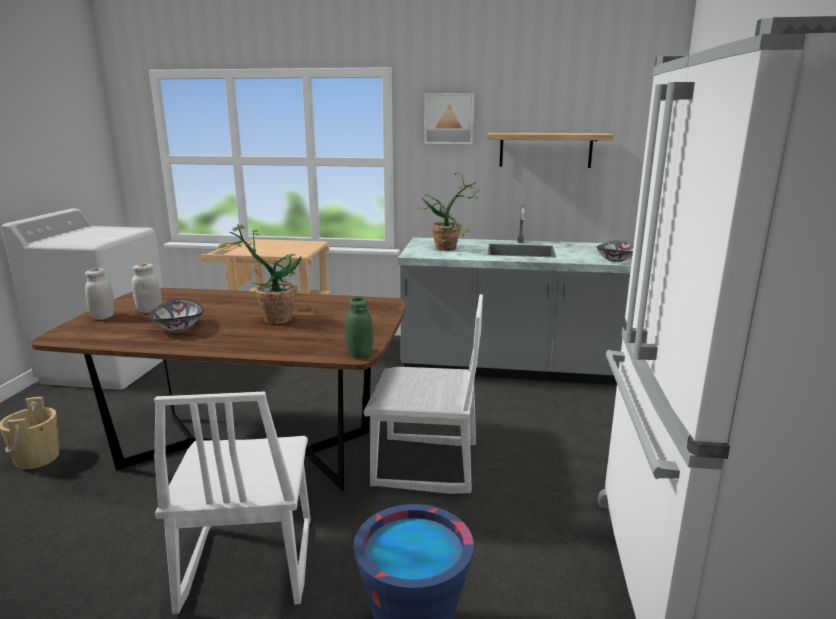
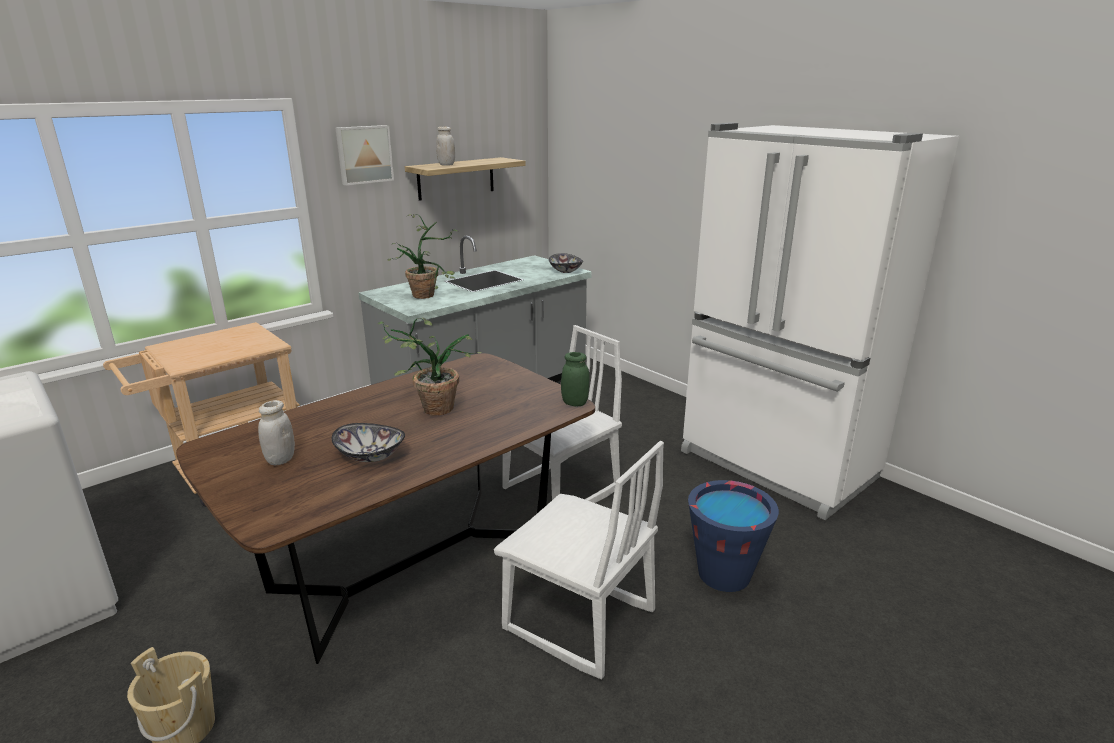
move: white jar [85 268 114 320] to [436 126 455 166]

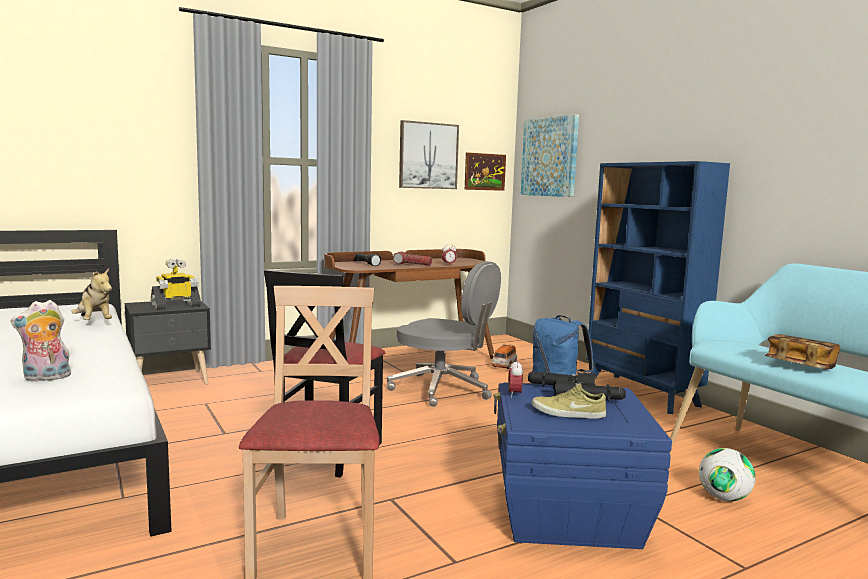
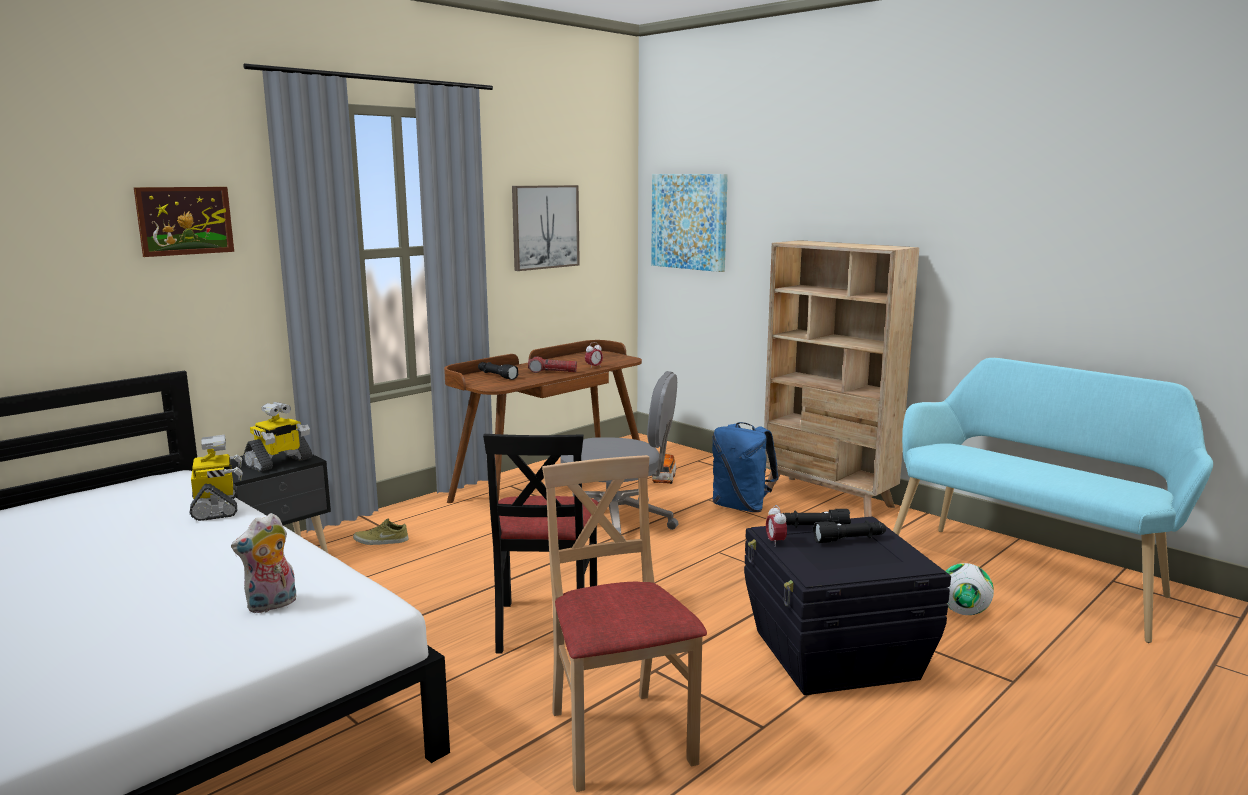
delete: book [765 334 840 369]
move: picture [465 152 506 191] to [134 187 234 257]; beige shoe [532 383 606 419] to [353 519 409 545]
replace: plush toy [71 268 112 320] to toy robot [189 435 242 521]
recolor: blue storage box [494 382 672 549] to black storage box [744 516 951 695]; blue bookcase [587 161 730 414] to beige bookcase [764 240 919 517]

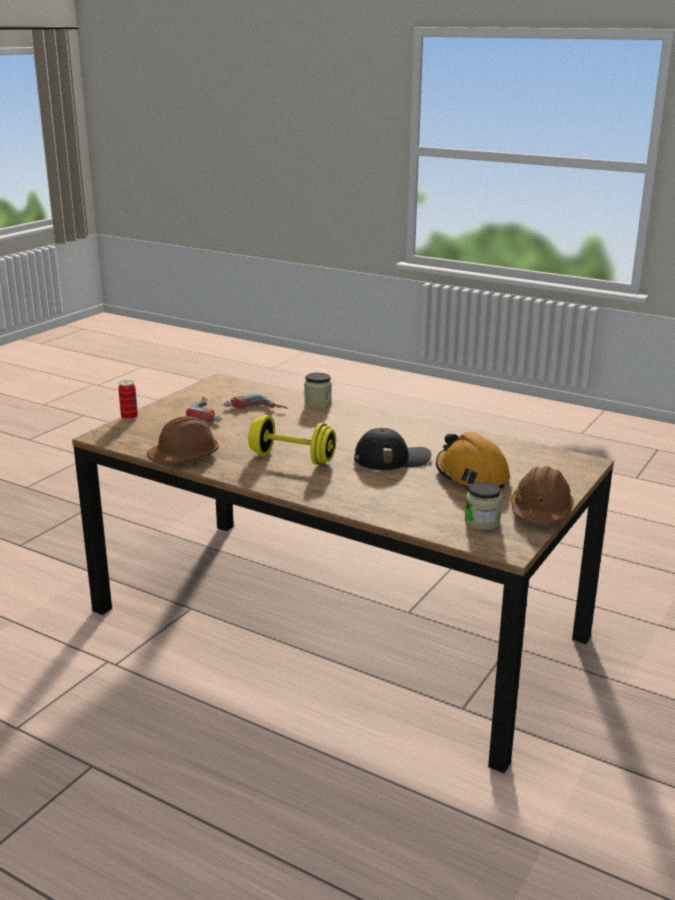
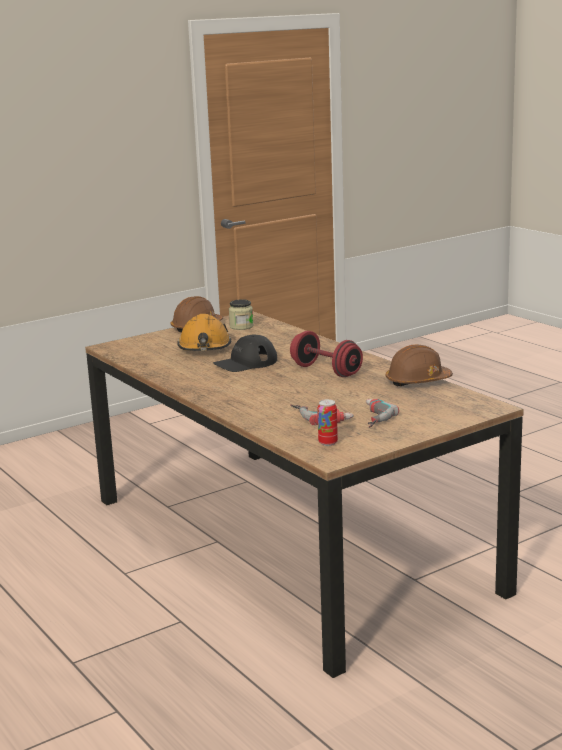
delete: jar [304 373 332 408]
move: can [118 380 138 420] to [317 399 338 446]
recolor: yellow dumbbell [248 415 336 465] to red dumbbell [290 331 363 377]
rotate: black cap [354 428 431 470] = [213 335 277 372] 45 degrees counterclockwise

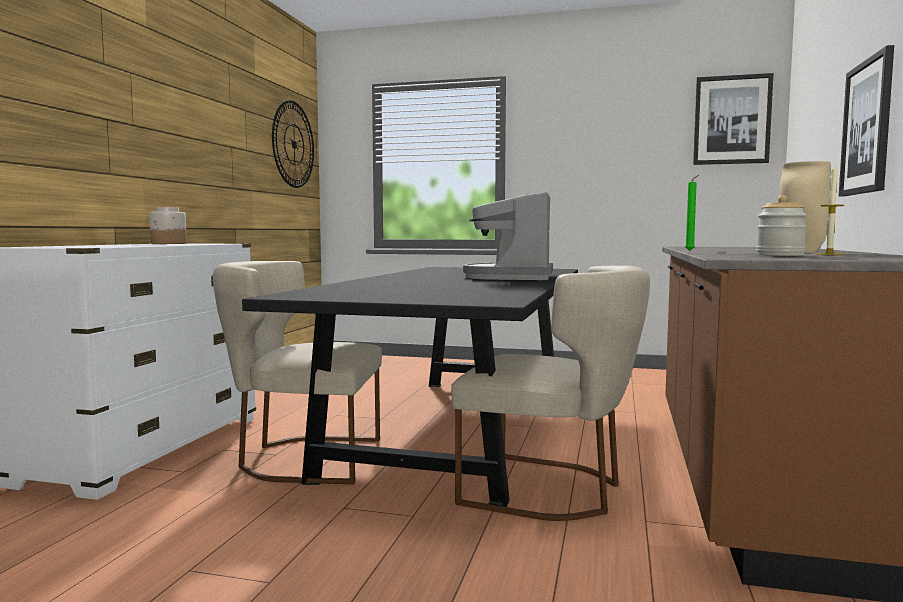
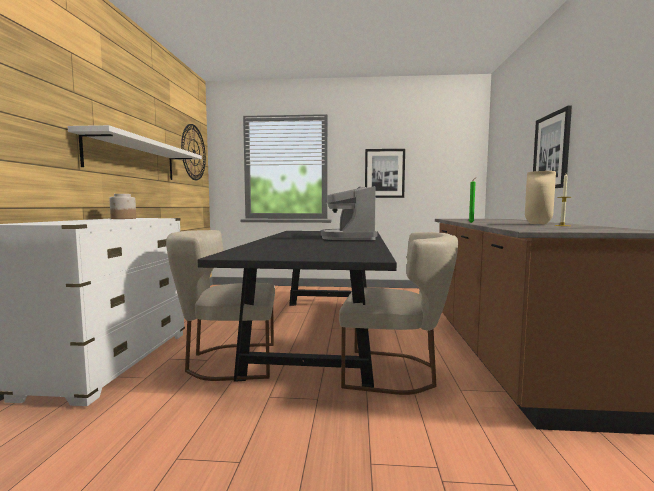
delete: jar [756 195 807 256]
insert: white shelf [68 125 202 180]
move: picture [693 73 774 165] to [365 149 405 198]

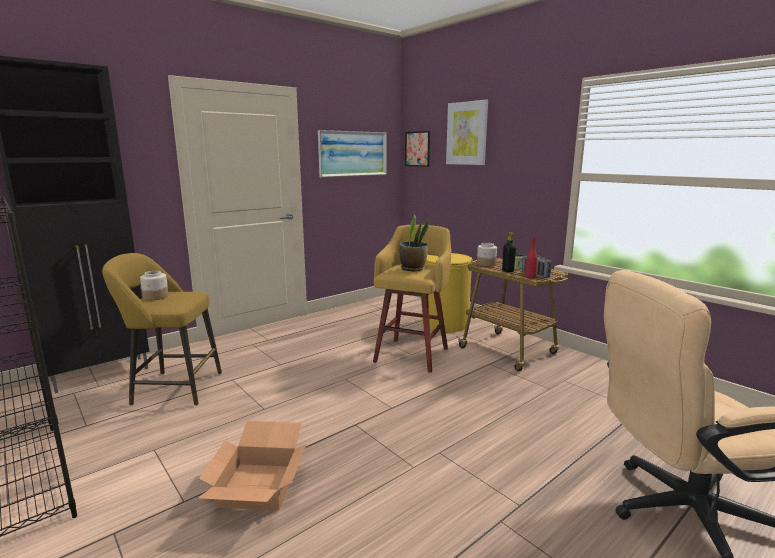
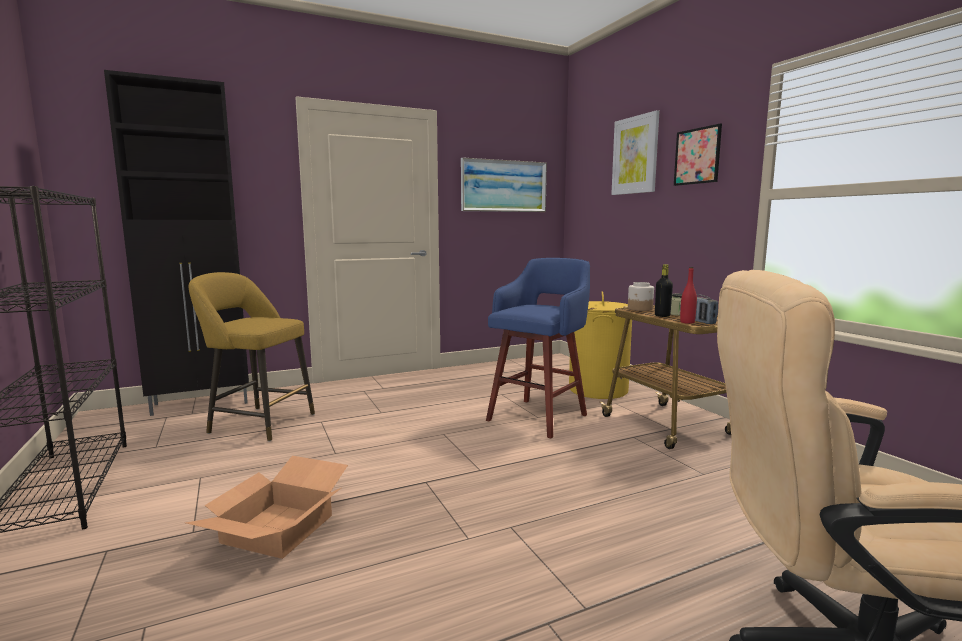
delete: jar [140 271 169 300]; potted plant [399 214 429 271]
move: picture [405 131 430 167] to [674 124 722 186]
recolor: yellow stool [373 225 451 373] to blue stool [486 258 590 438]

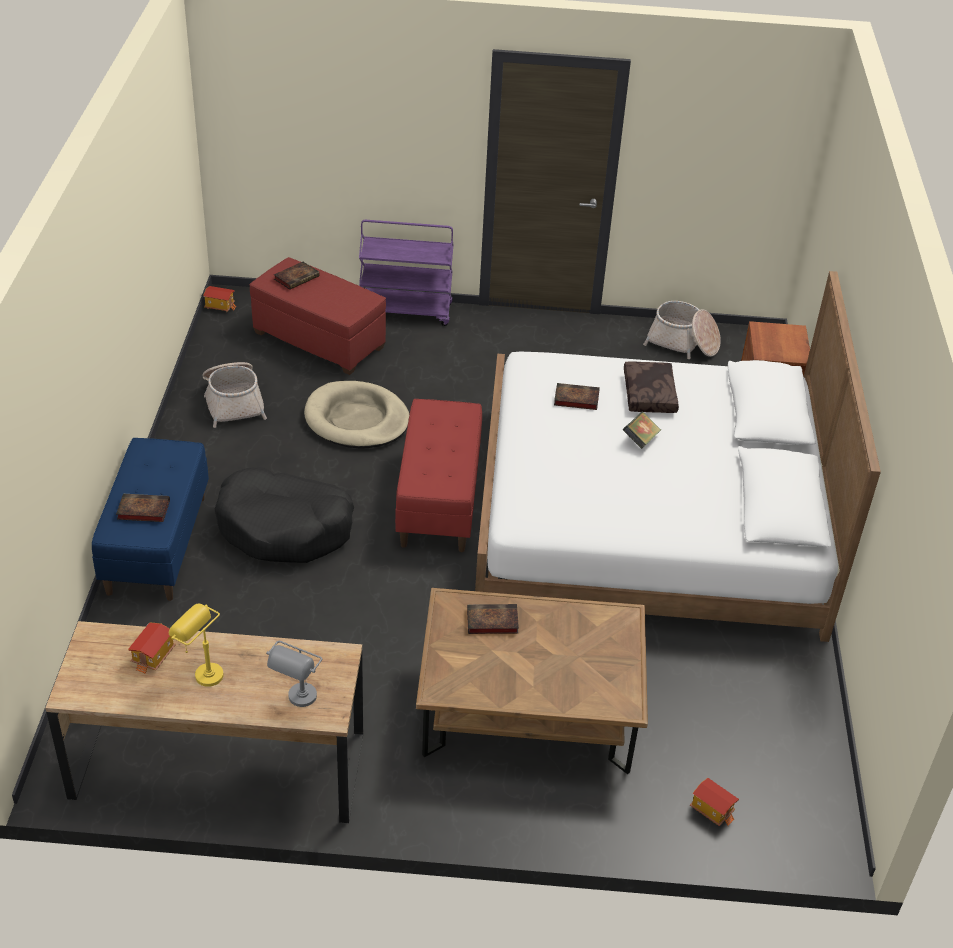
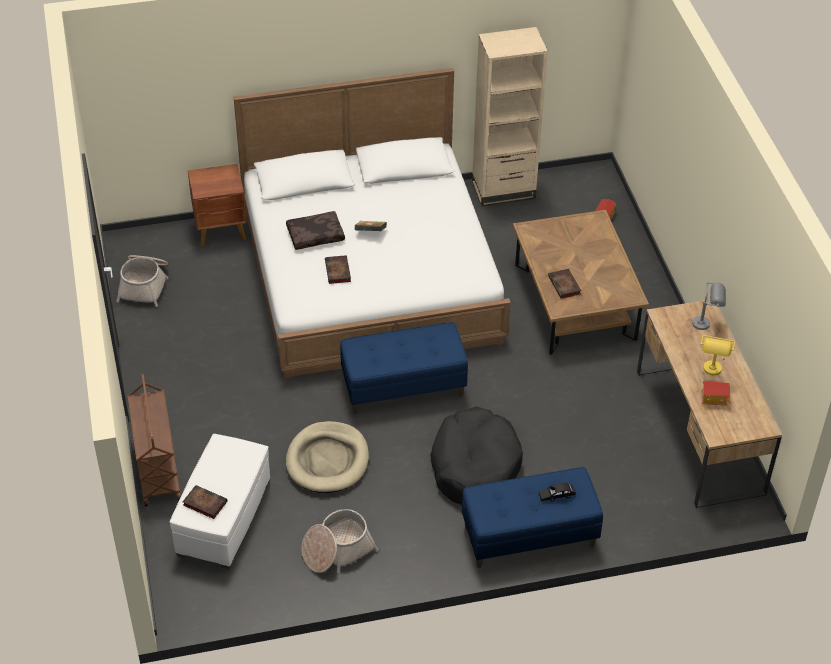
delete: toy house [203 286 237 312]
insert: beige bookcase [472 27 548 207]
replace: book [116 494 170 522] to black toy car [538 482 576 501]
recolor: purple cart [359 220 454 326] to brown cart [128 374 181 507]; red ottoman [249 257 386 375] to white ottoman [170 434 270 569]; red bench [395 399 482 552] to blue bench [340 322 468 414]

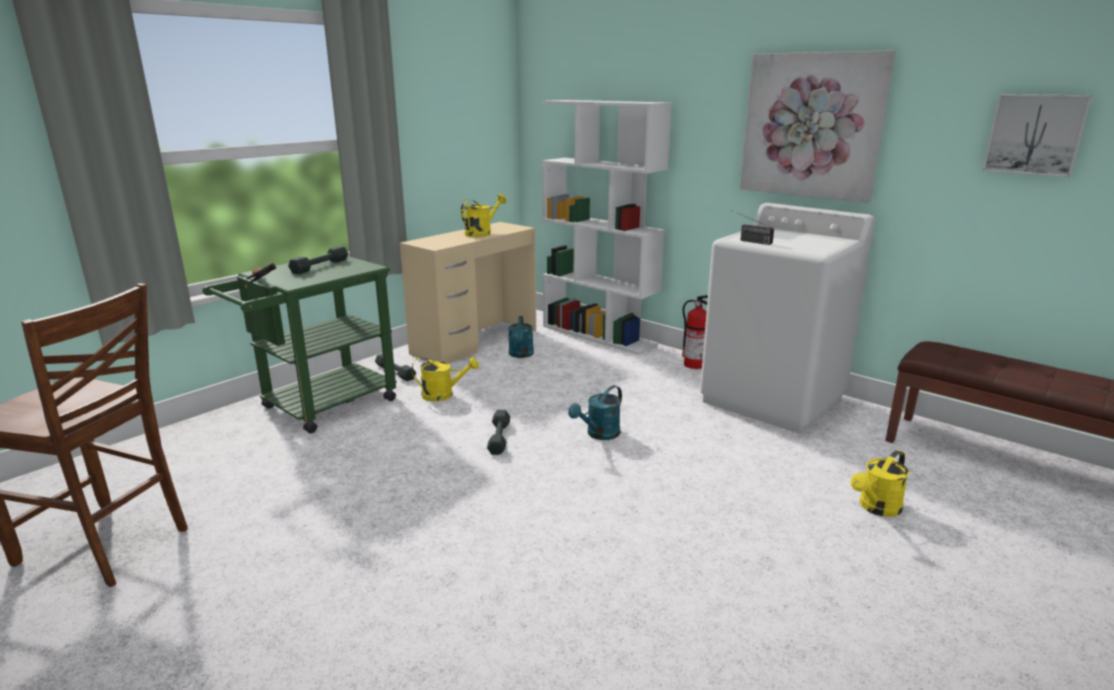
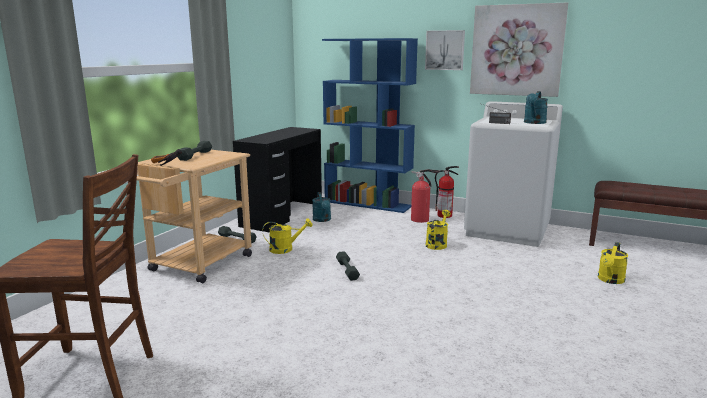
insert: fire extinguisher [411 169 440 223]
move: picture [983 94 1092 177] to [425 30 465 70]; yellow watering can [461 194 507 237] to [426 210 451 250]; turquoise watering can [568 385 622 440] to [524 91 548 124]
recolor: green cart [202 256 397 434] to beige cart [137 150 252 283]; beige desk [400 222 536 364] to black desk [233 127 322 232]; white bookcase [542 100 672 355] to blue bookcase [322 38 418 213]

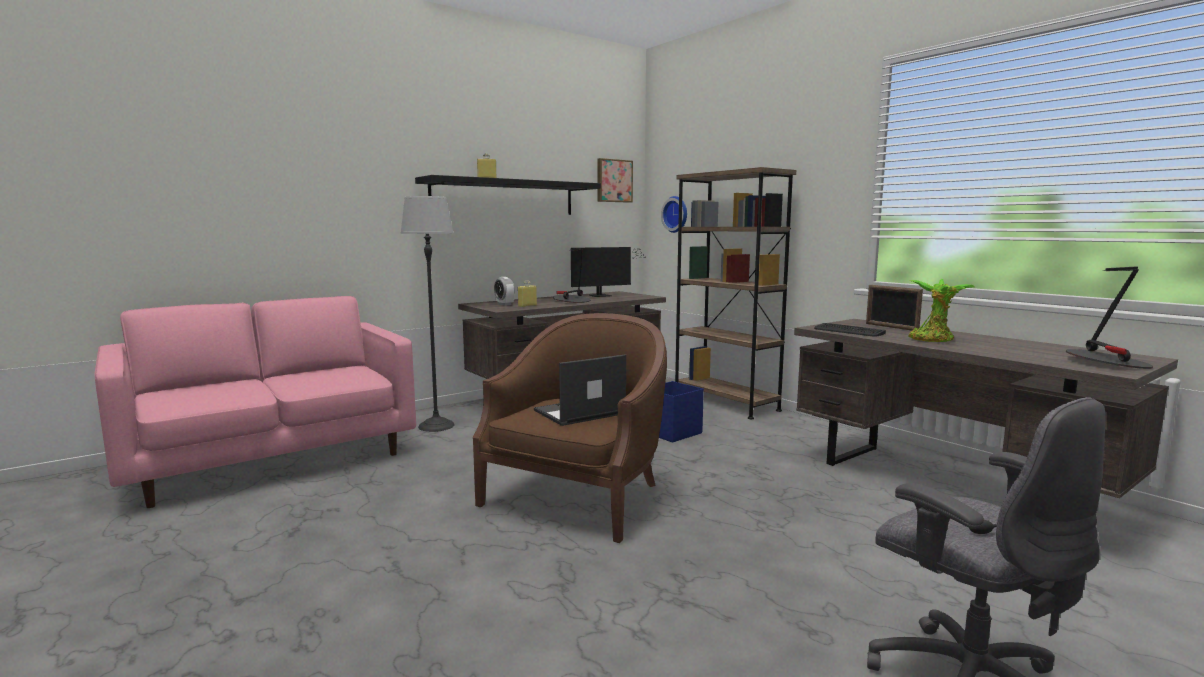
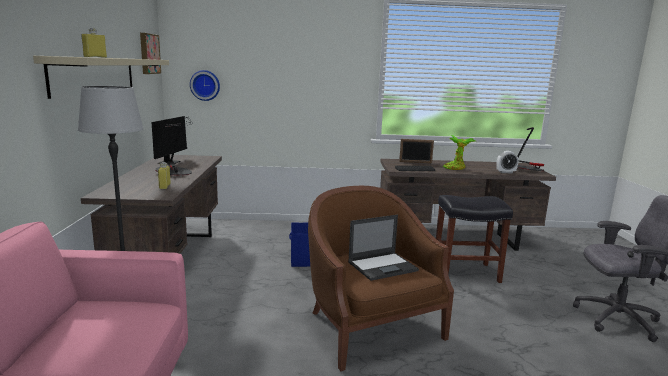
delete: brown bookcase [675 167 796 419]
insert: black stool [436 195 513 283]
move: alarm clock [494 277 515 306] to [496 151 518 173]
recolor: black shelf [415 175 601 215] to beige shelf [33 56 169 99]
rotate: laptop [534 354 626 426] = [348 215 419 281] 120 degrees counterclockwise

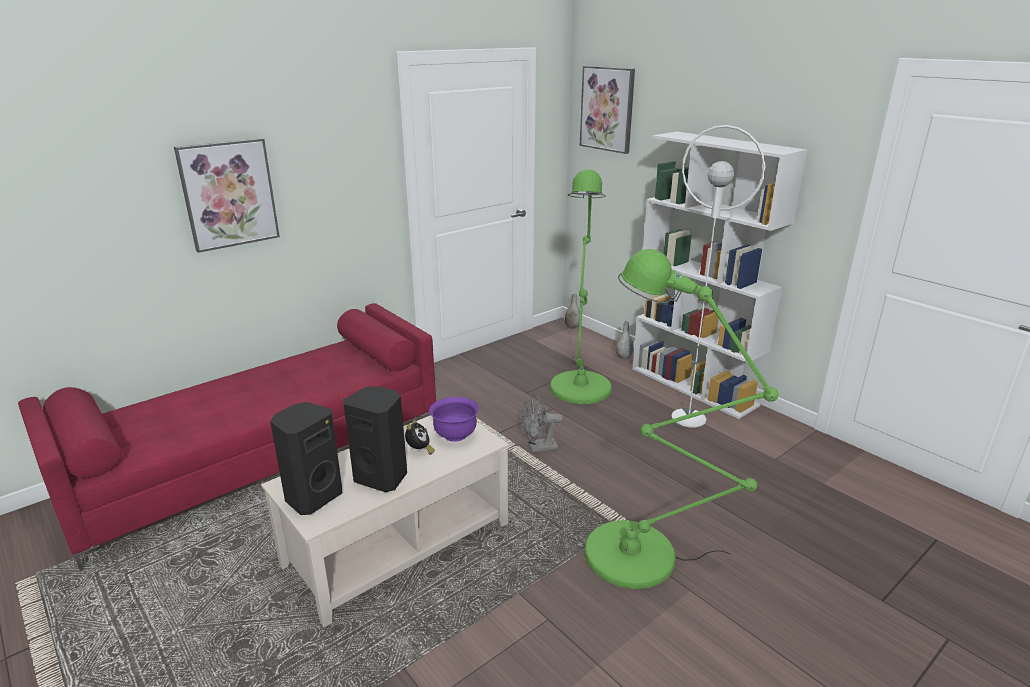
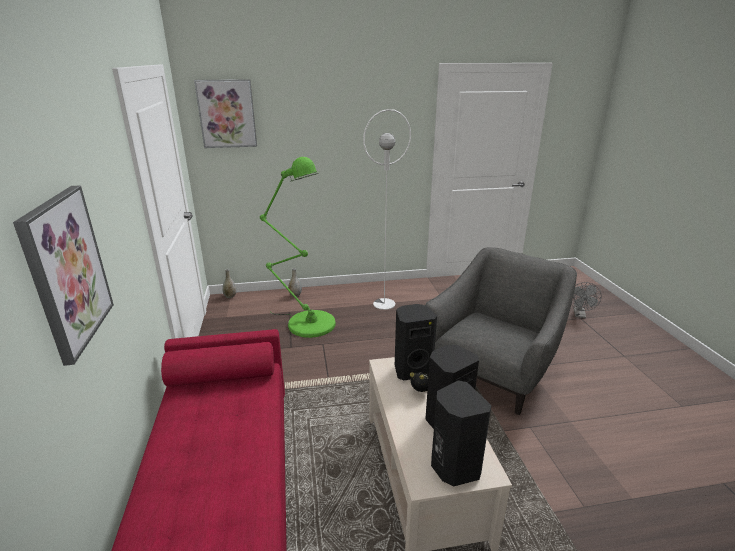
delete: white bookcase [632 132 807 419]
move: grey fan [521 394 563 453] to [571 282 601 318]
replace: purple bowl [429 397 479 442] to black speaker [395 304 437 381]; green floor lamp [584 249 778 589] to grey armchair [426 247 577 415]

